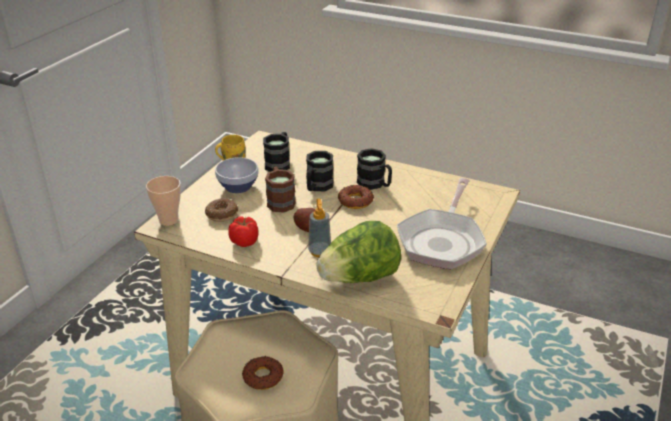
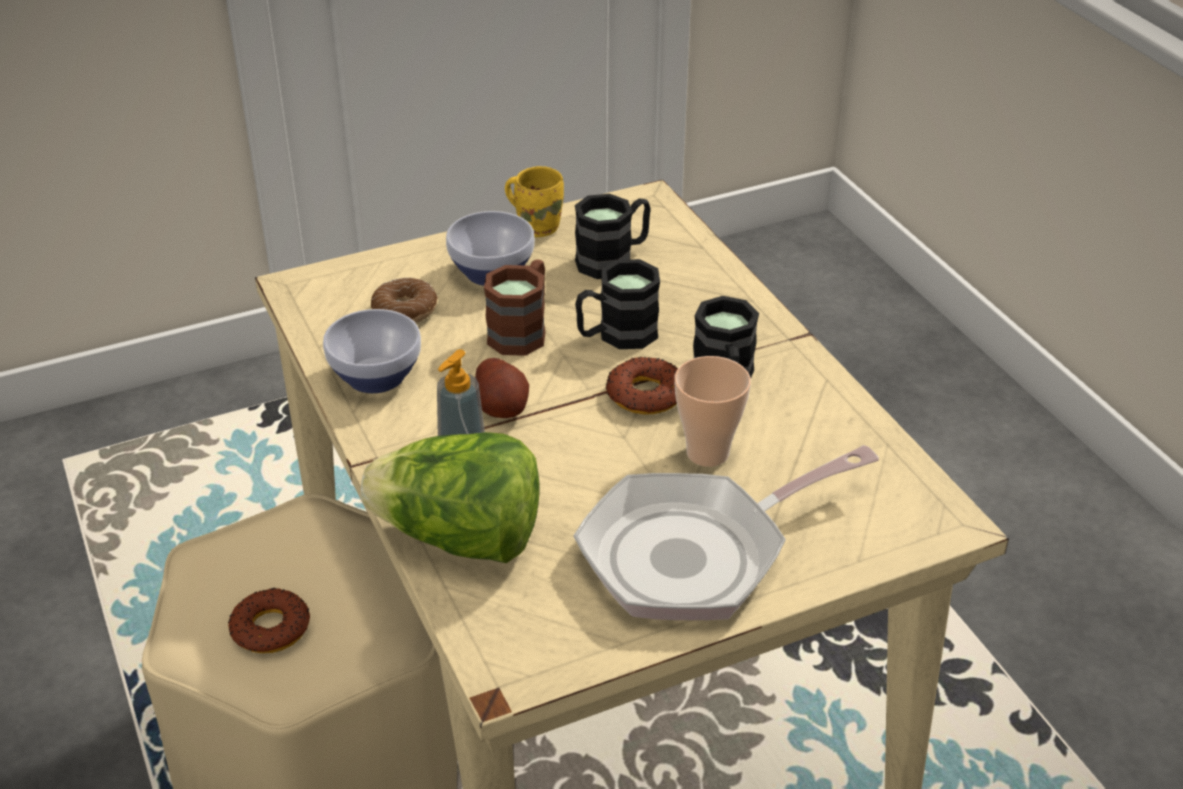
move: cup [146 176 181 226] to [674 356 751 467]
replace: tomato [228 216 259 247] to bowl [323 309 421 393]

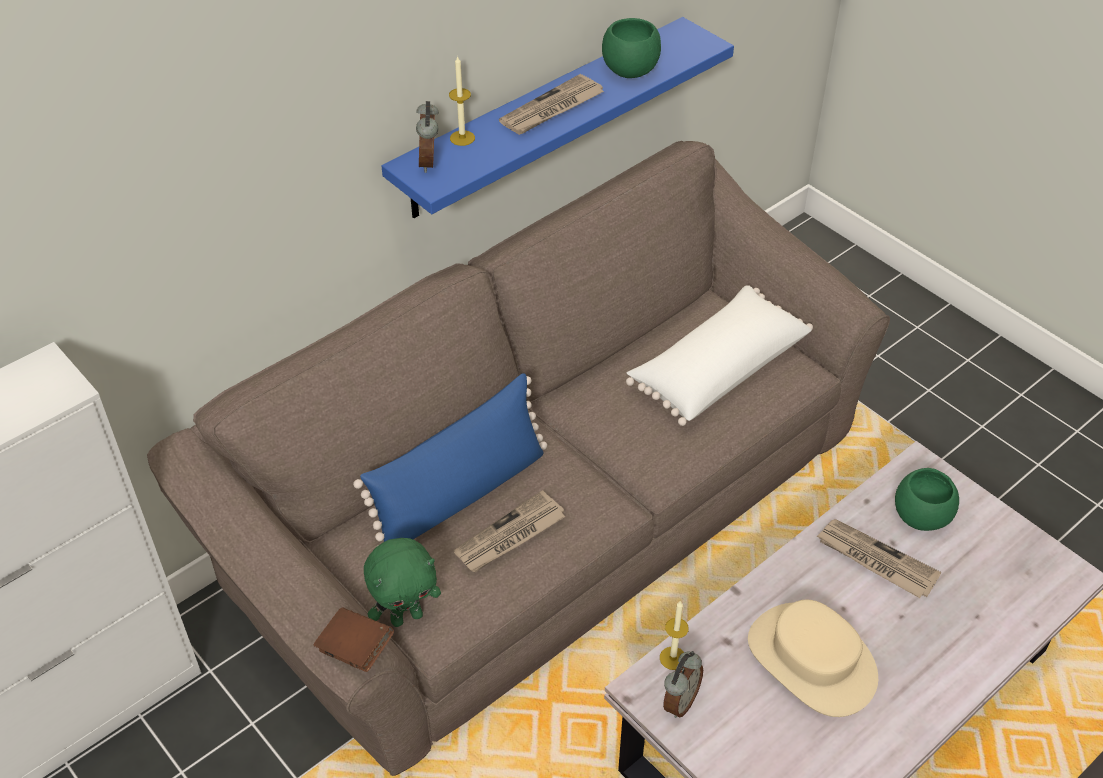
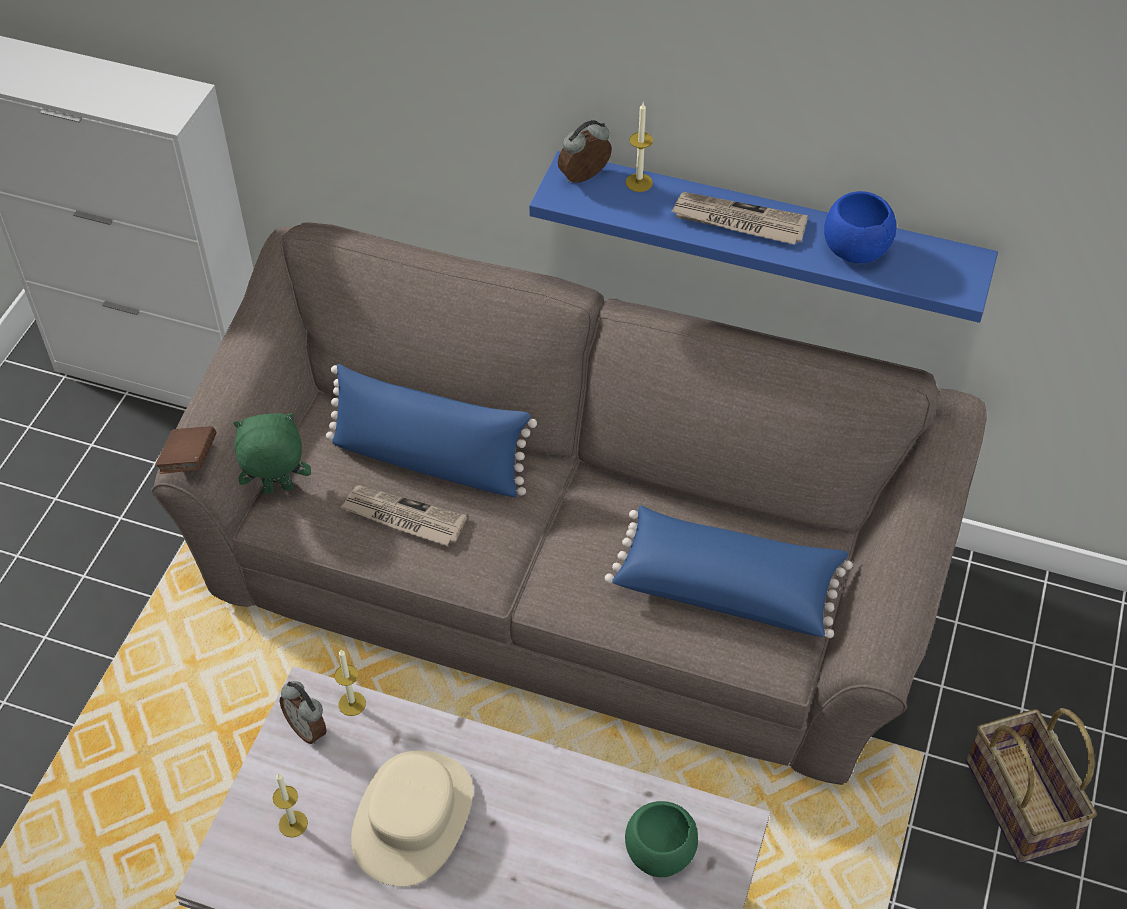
delete: newspaper [817 519 941 598]
insert: candle [273 773 308 838]; basket [966 708 1097 863]
recolor: white pillow [626 285 813 426] to blue pillow [605 506 853 638]; green bowl [602 18 661 78] to blue bowl [824 191 897 263]
rotate: green plush toy [364 538 441 627] = [233 413 311 493] 135 degrees clockwise; alarm clock [663 651 703 718] = [280 681 326 744] 45 degrees clockwise

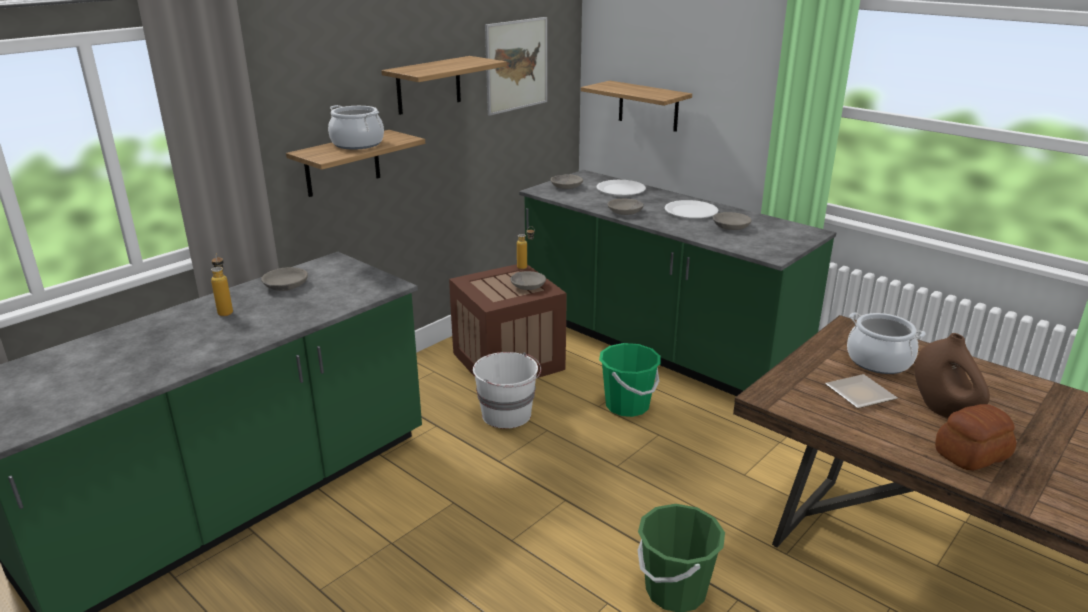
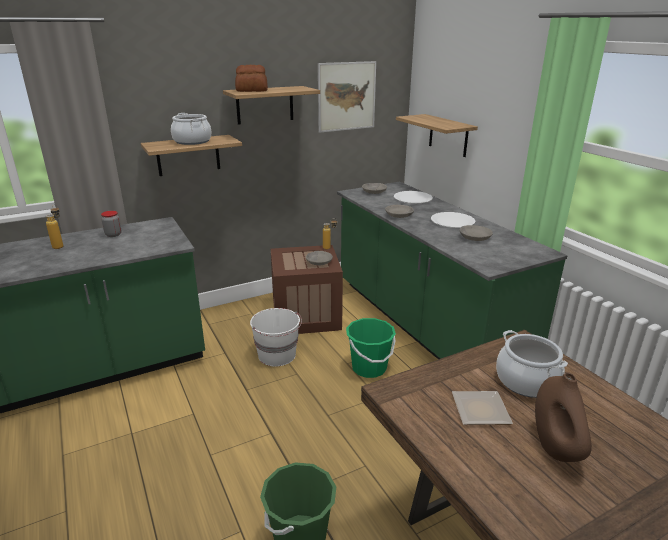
move: bread [935 404 1016 471] to [235 65 268 92]
replace: grey bowl [261 267 308 291] to jar [101 211 121 237]

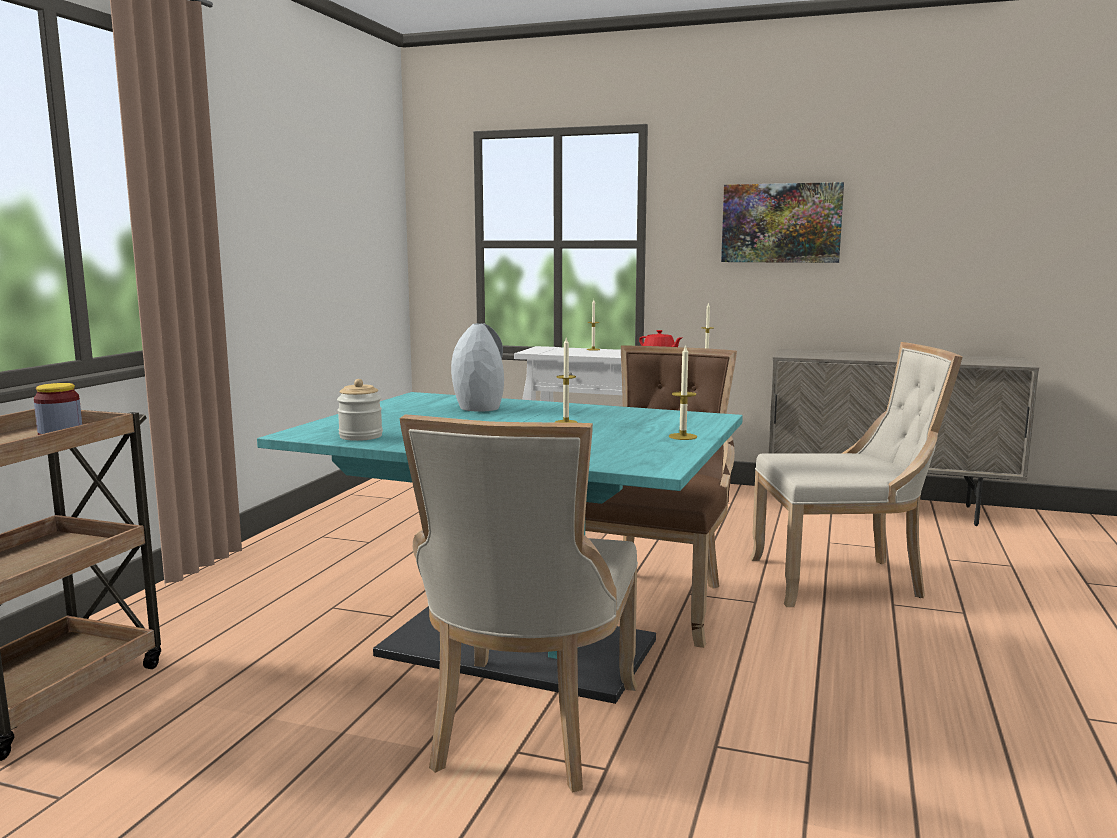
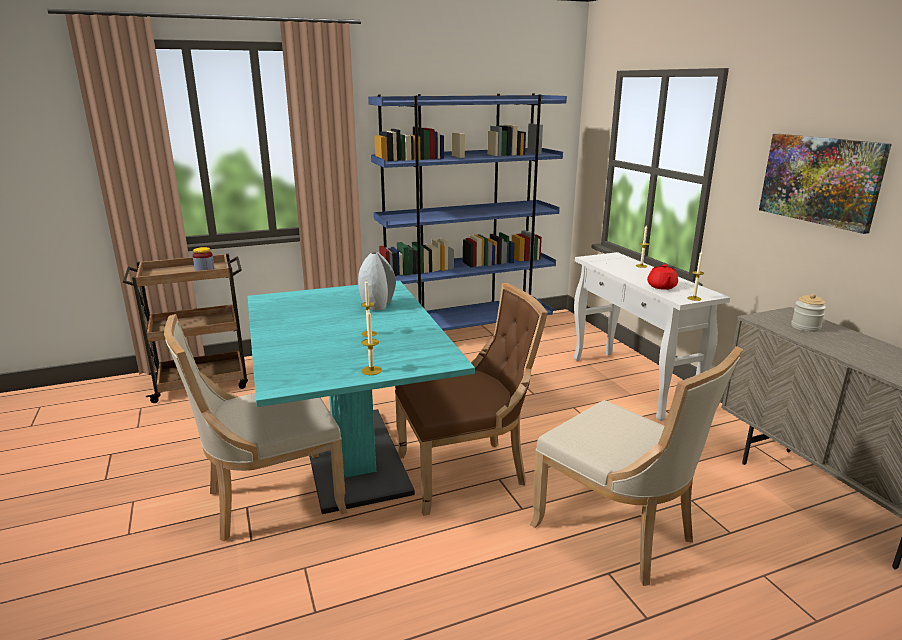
insert: blue bookcase [368 93 567 331]
move: jar [337 379 383 441] to [791 293 826 332]

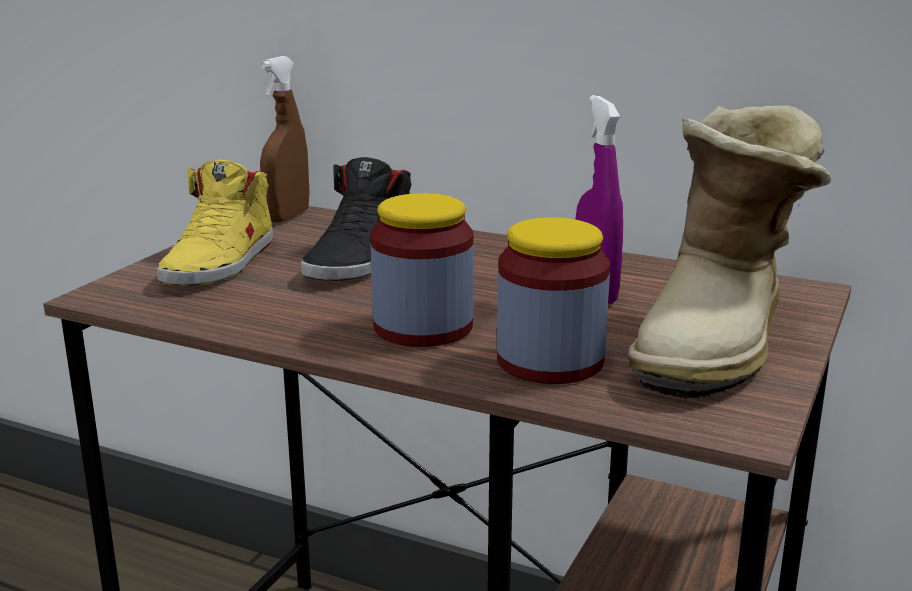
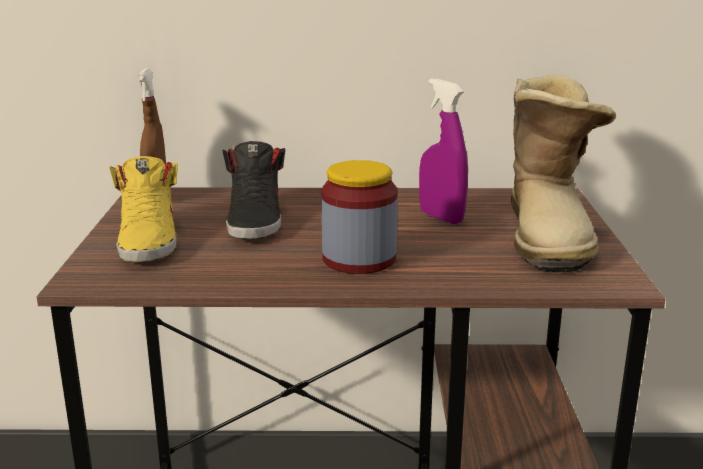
delete: jar [497 217 610 384]

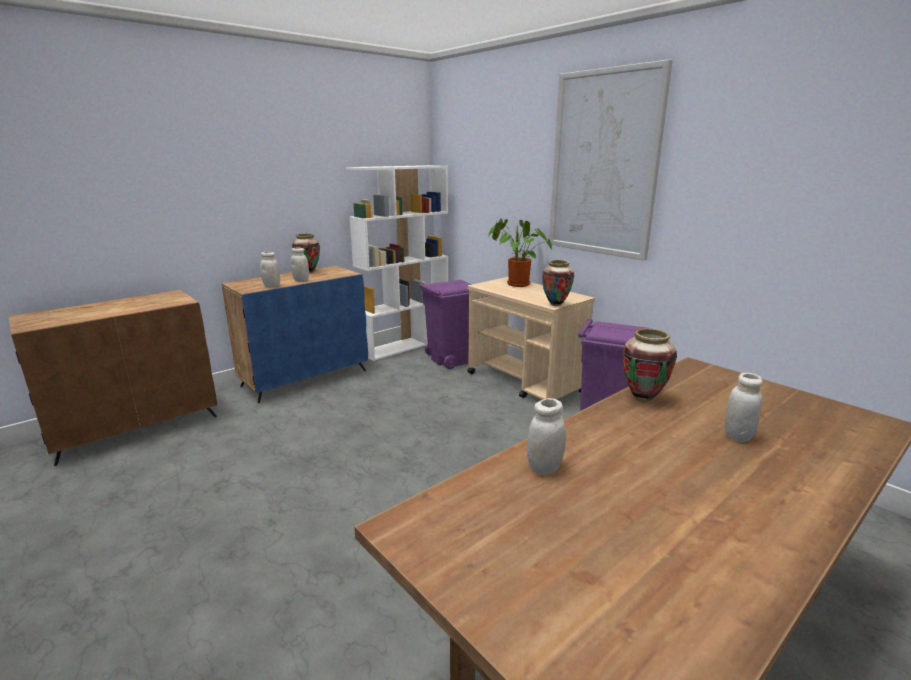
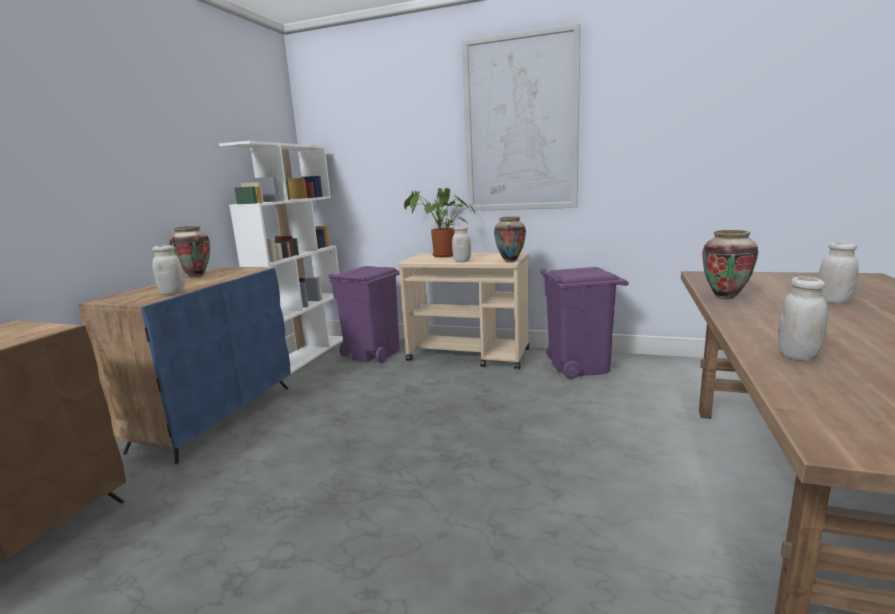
move: white jar [291 248 309 282] to [452 226 471 262]

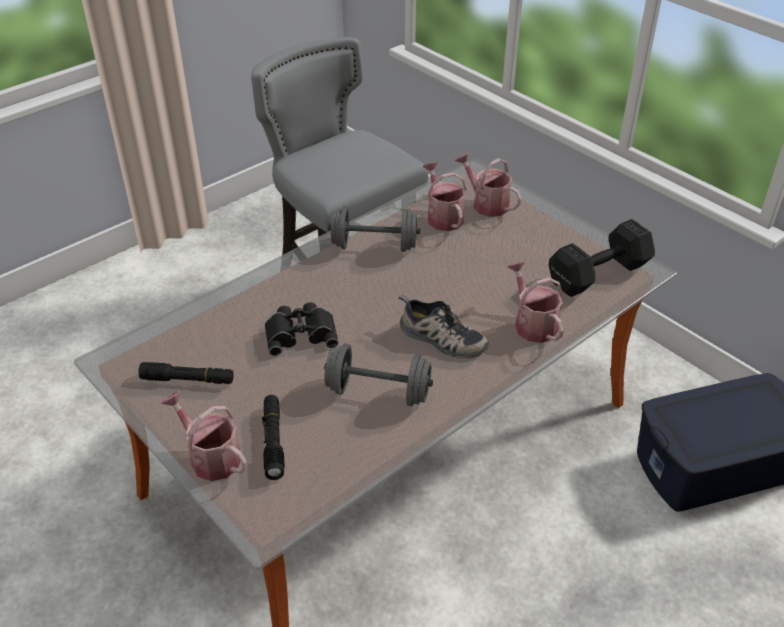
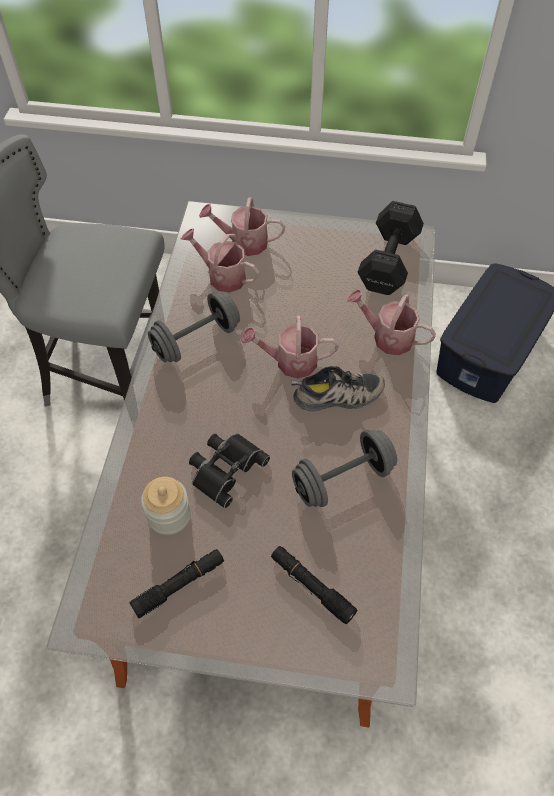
insert: jar [141 477 191 535]
move: watering can [161 391 247 481] to [241 316 339 379]

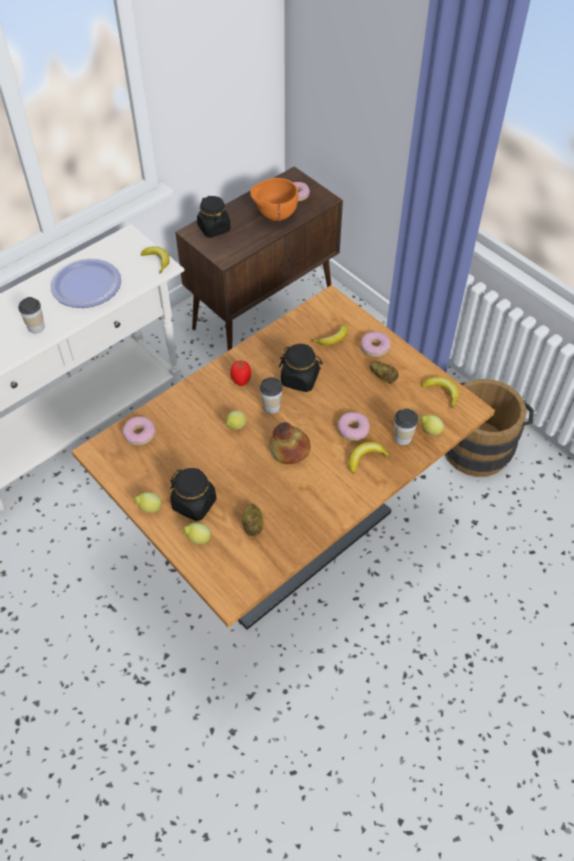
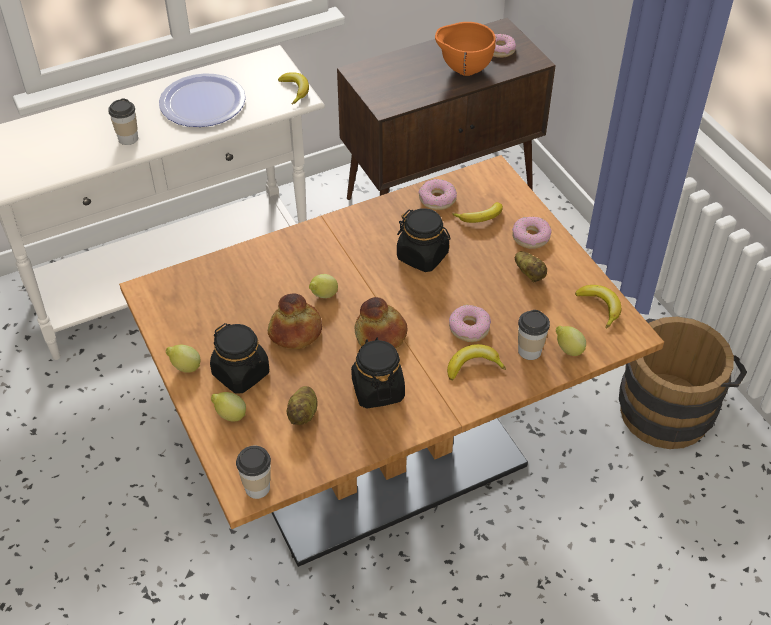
delete: tomato [230 361 251 386]
insert: bread [268 293 322 349]
move: cup [260 377 283 414] to [236 446 271 499]; black jar [197 196 231 238] to [351 338 405 409]; donut [122 417 156 445] to [418 179 457 210]

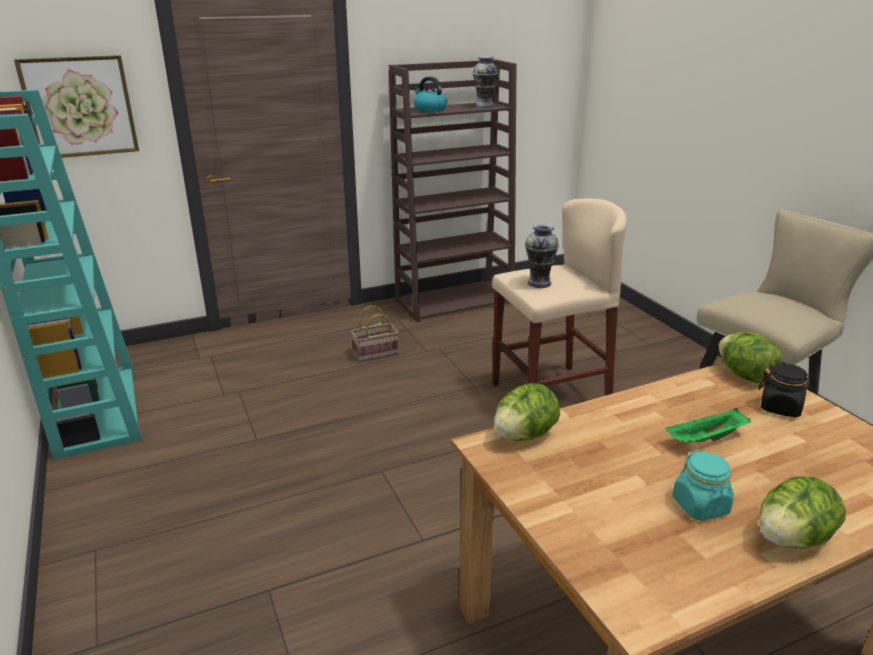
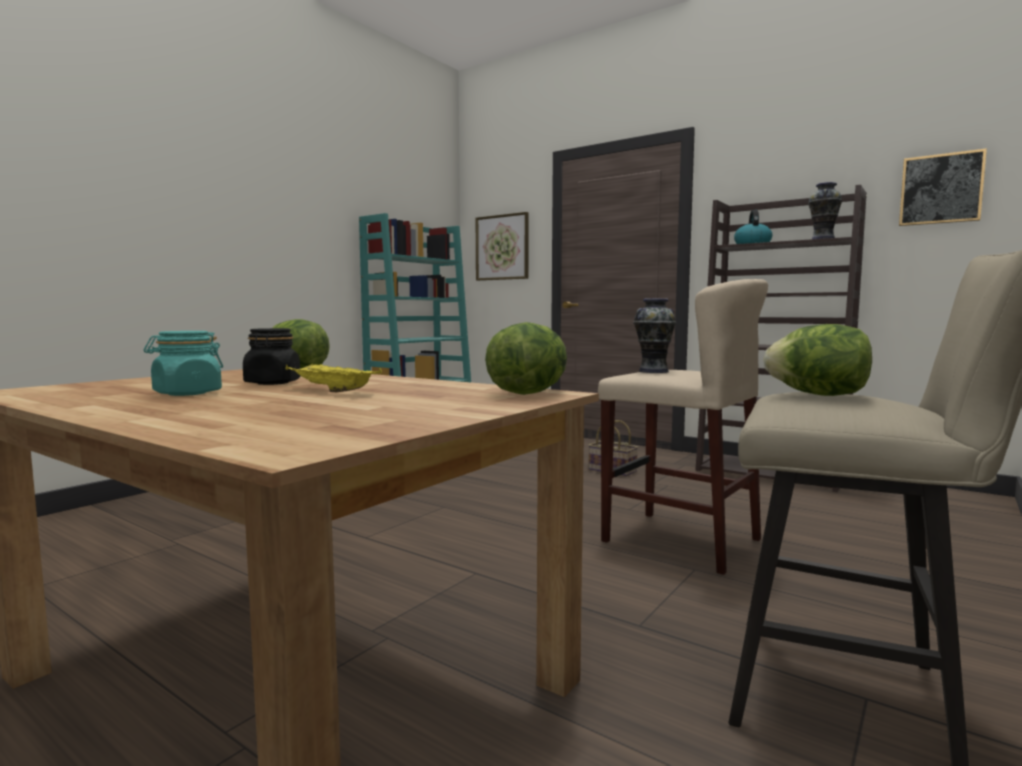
insert: picture [899 148 987 226]
move: black jar [758 363 815 417] to [243 328 300 385]; lettuce [760 477 846 549] to [763 324 872 396]
recolor: green tray [666 408 751 444] to yellow tray [285 363 382 392]

